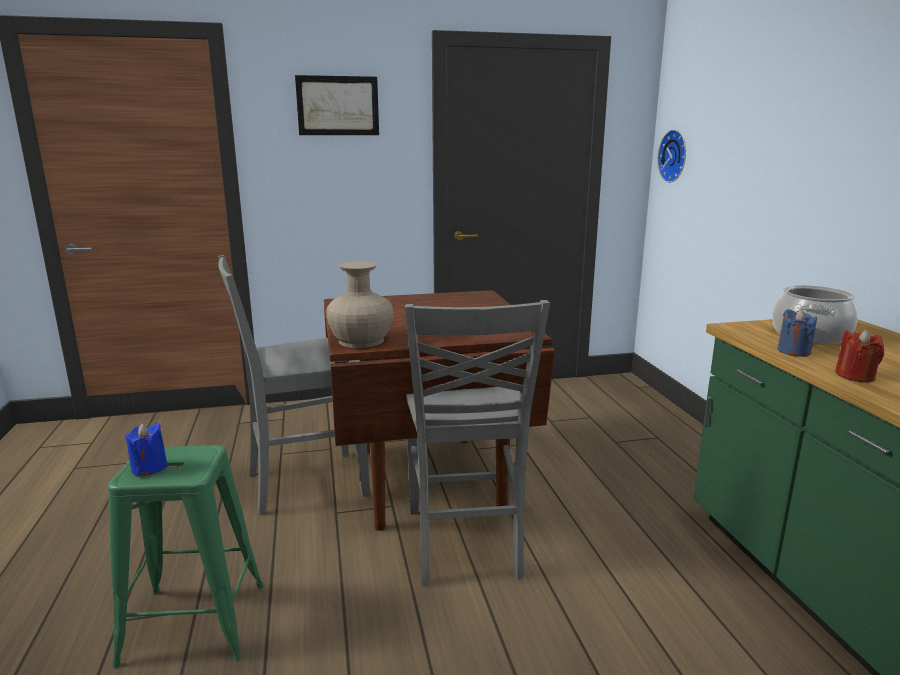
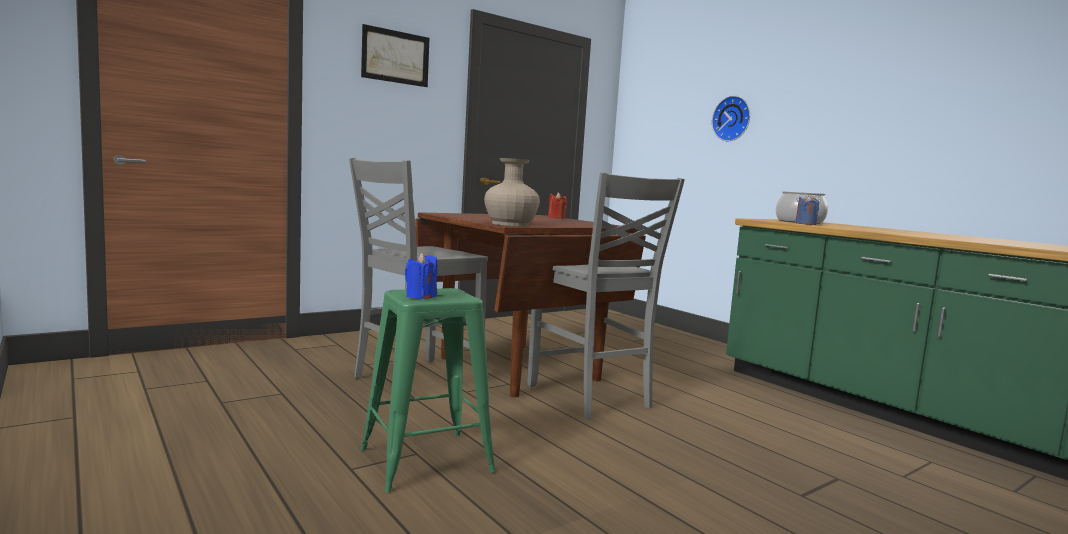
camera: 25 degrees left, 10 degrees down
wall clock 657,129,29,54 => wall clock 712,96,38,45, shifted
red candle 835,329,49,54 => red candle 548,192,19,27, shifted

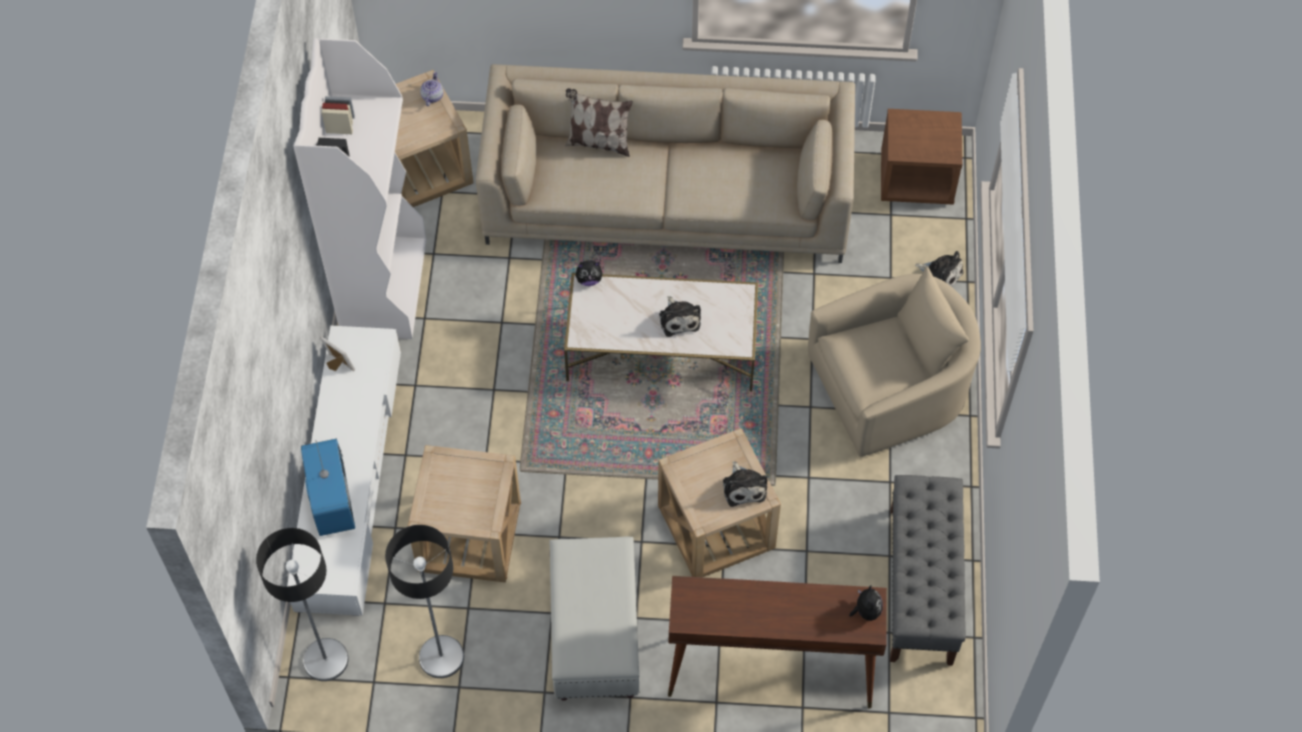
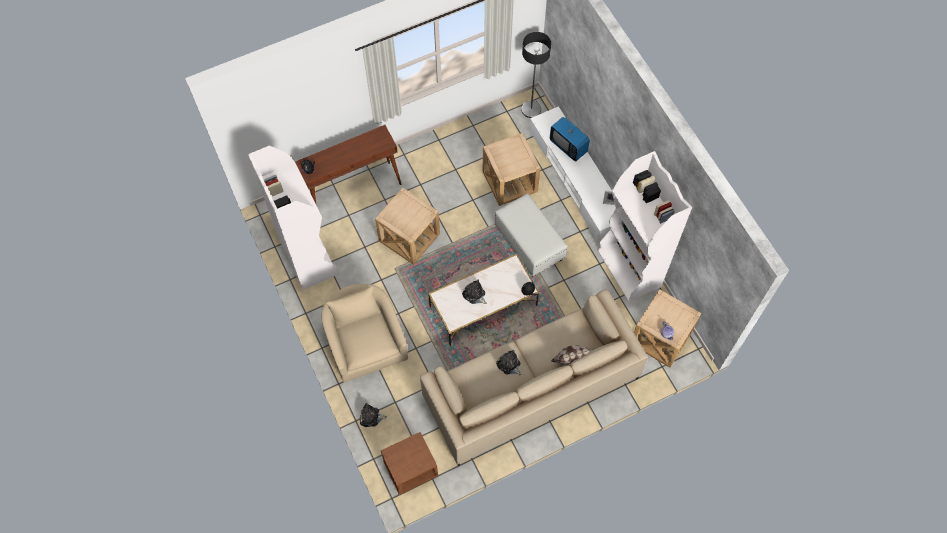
camera: 150 degrees right, 5 degrees up
floor lamp 385,525,79,153 => nothing
white ottoman 550,537,90,164 => white ottoman 495,193,73,84, shifted
plush toy 723,461,45,46 => plush toy 496,350,26,25, shifted
beige armchair 808,267,173,190 => beige armchair 321,284,87,99, 120 degrees clockwise
grey bench 890,475,76,191 => white bookcase 248,146,90,144

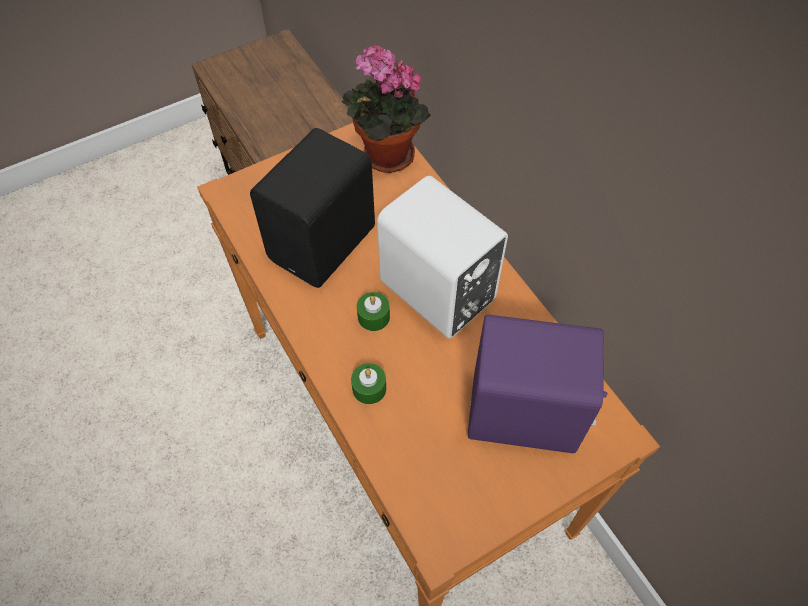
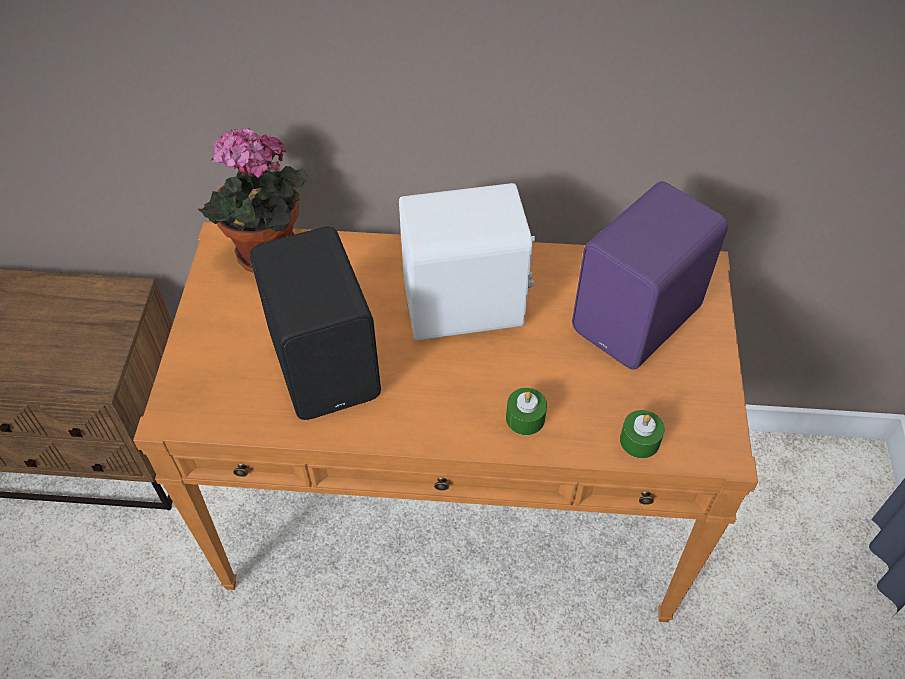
camera: 55 degrees left, 5 degrees down
green candle 357,292,33,39 => green candle 620,410,45,48, shifted

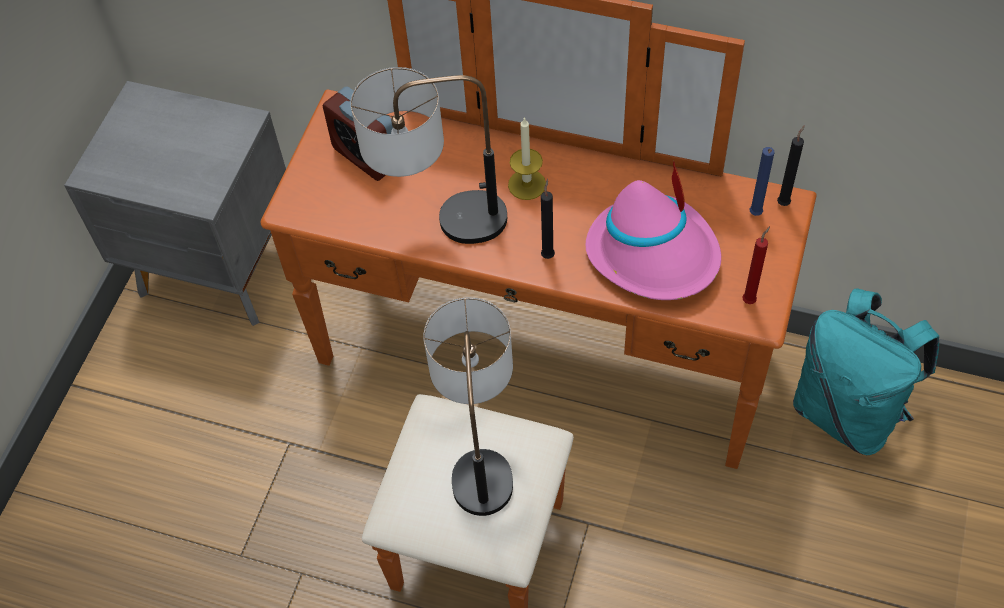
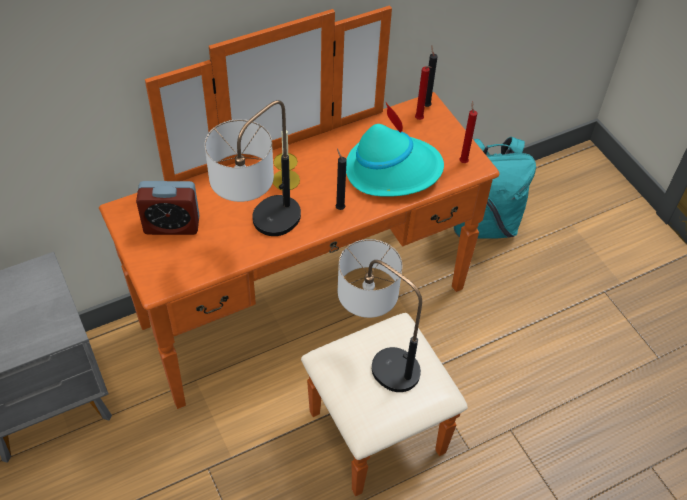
camera: 50 degrees left, 5 degrees down
pink hat 585,160,136,140 => turquoise hat 346,101,98,96
blue candle 749,147,26,69 => red candle 415,66,17,54

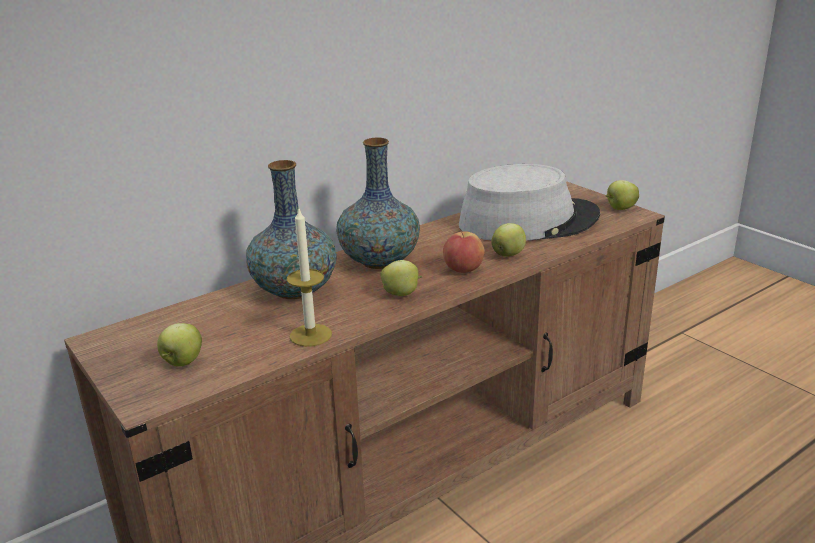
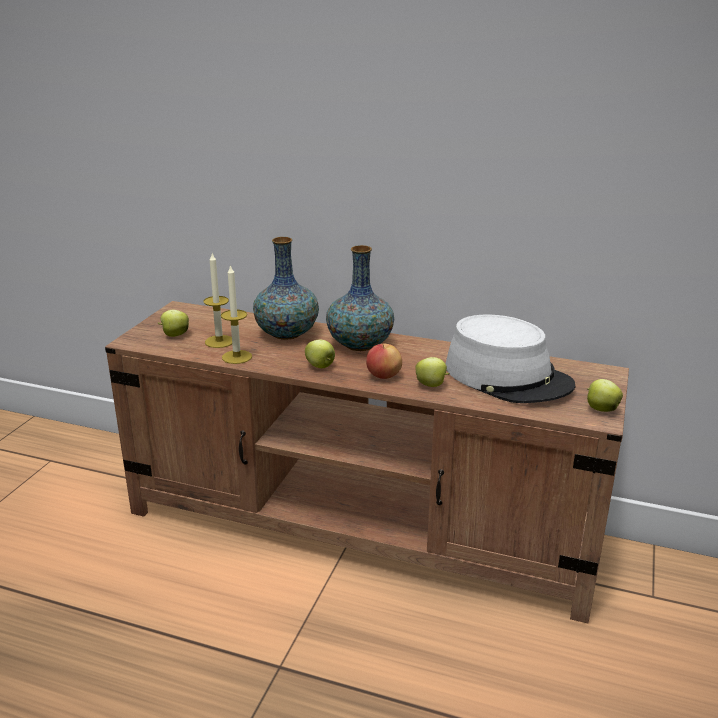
camera: 55 degrees right, 0 degrees up
nothing => candle 204,253,28,95

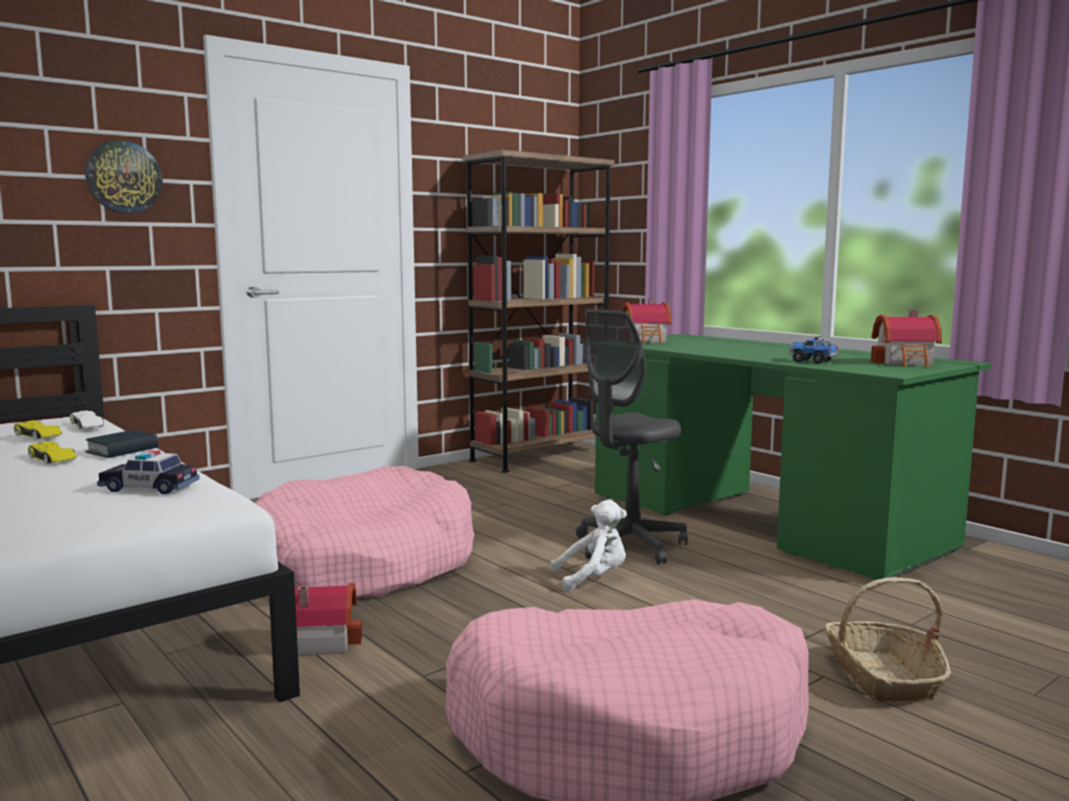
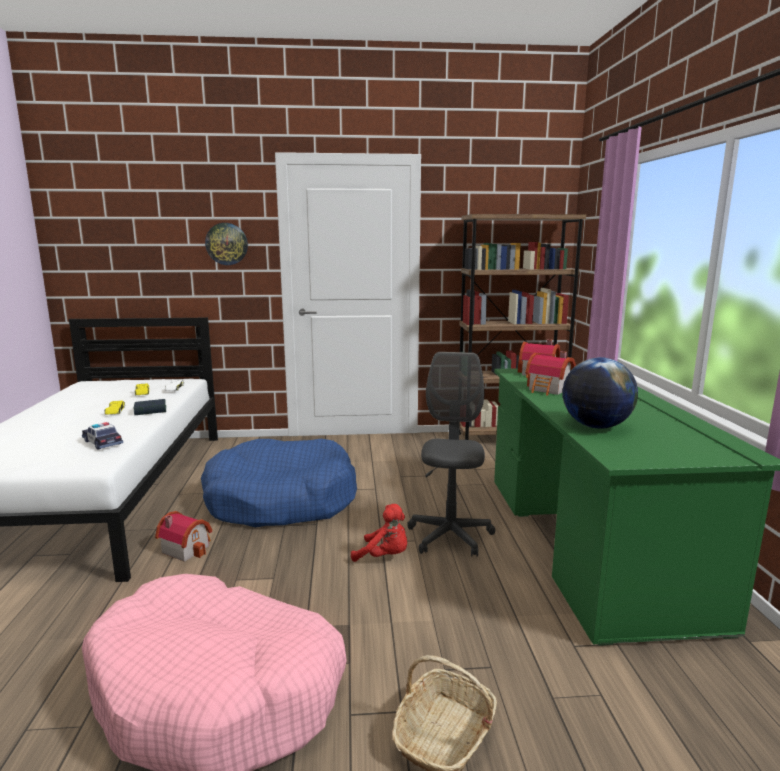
camera: 35 degrees right, 5 degrees up
pink dog bed 255,466,219,132 => blue dog bed 201,439,156,89
white plush toy 550,500,77,92 => red plush toy 351,504,56,58
grey office chair 576,309,112,255 => grey office chair 407,352,88,205, 105 degrees clockwise
toy truck 789,336,49,28 => globe 562,357,76,72
toy house 871,310,71,57 => toy house 525,351,51,45, shifted

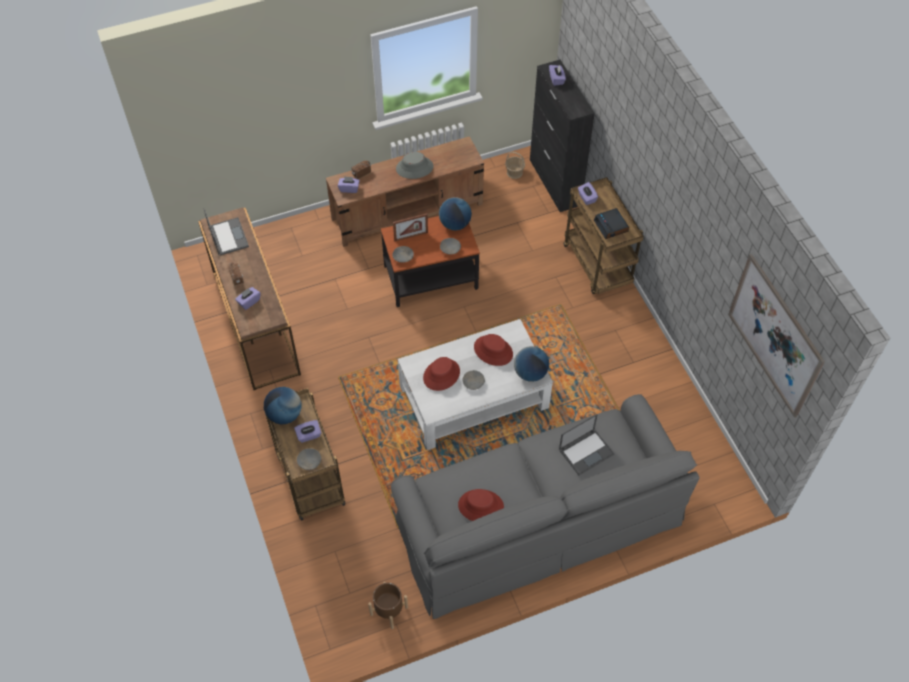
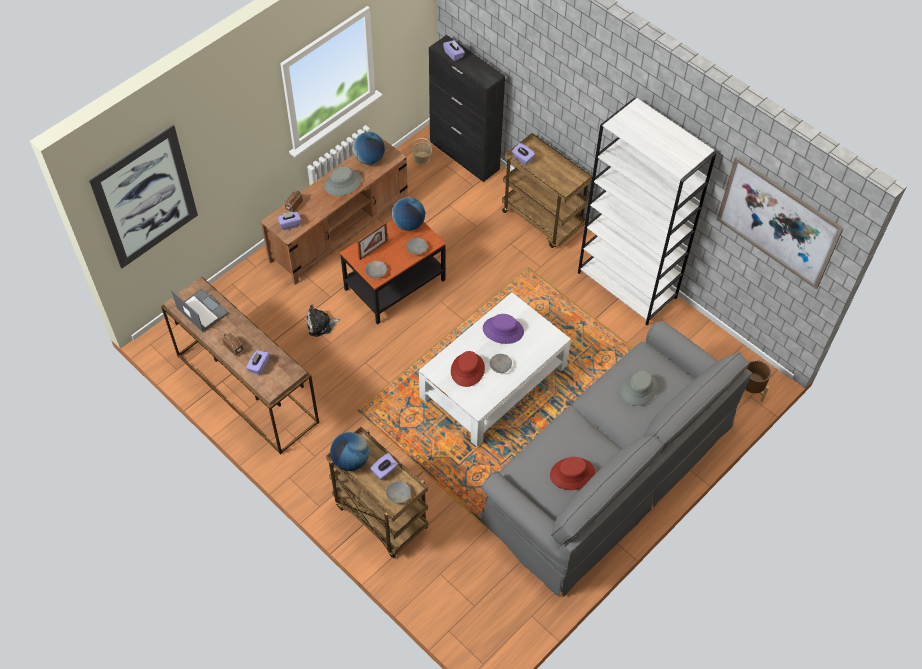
camera: 25 degrees left, 0 degrees up
brown planter 368,582,40,47 => brown planter 744,360,27,42, shifted
red hat 474,334,39,32 => purple hat 483,314,41,30
globe 514,346,35,36 => globe 353,132,32,33, shifted
laptop 559,414,55,61 => grey hat 621,370,36,36
alarm clock 594,208,35,31 => nothing
nothing => picture 89,125,109,144
nothing => plush toy 306,304,34,33
nothing => white bookcase 578,97,139,229

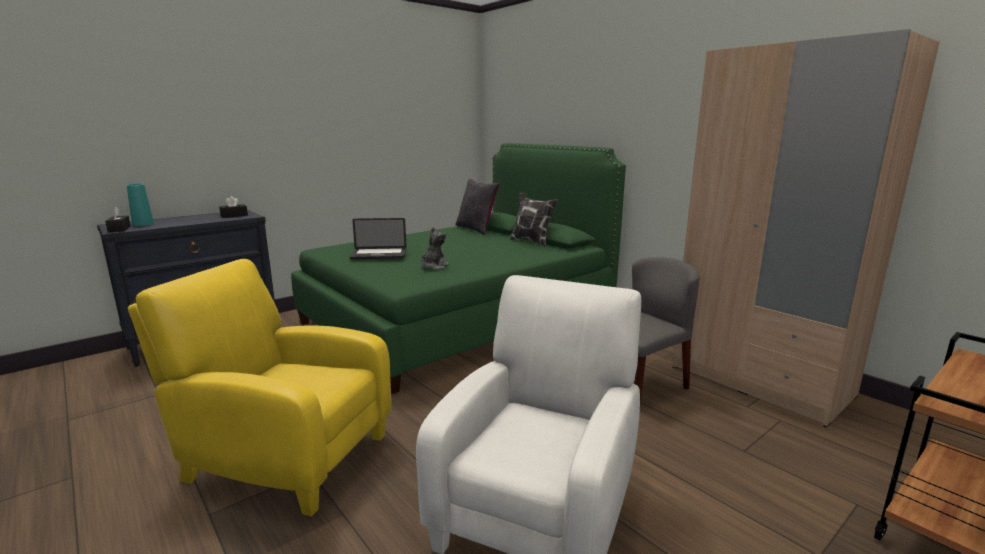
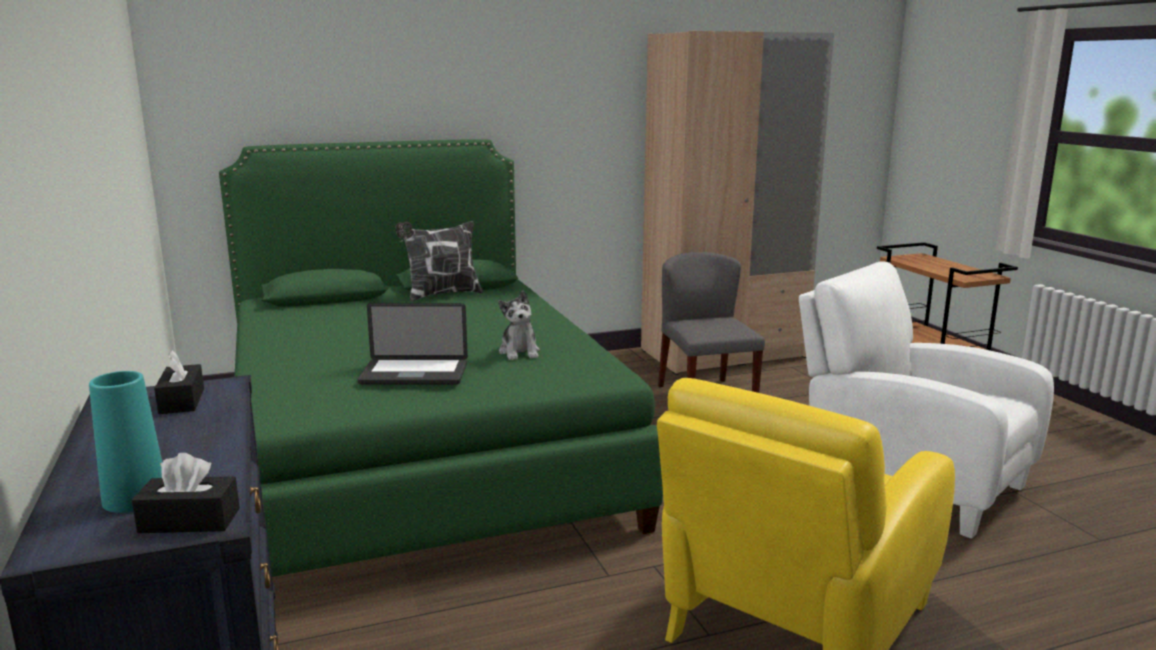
camera: 70 degrees left, 0 degrees up
laptop 350,218,57,42 => laptop 358,303,110,82, 75 degrees clockwise
plush toy 421,227,28,43 => plush toy 498,290,42,70, 150 degrees counterclockwise
black pillow 455,179,44,56 => nothing

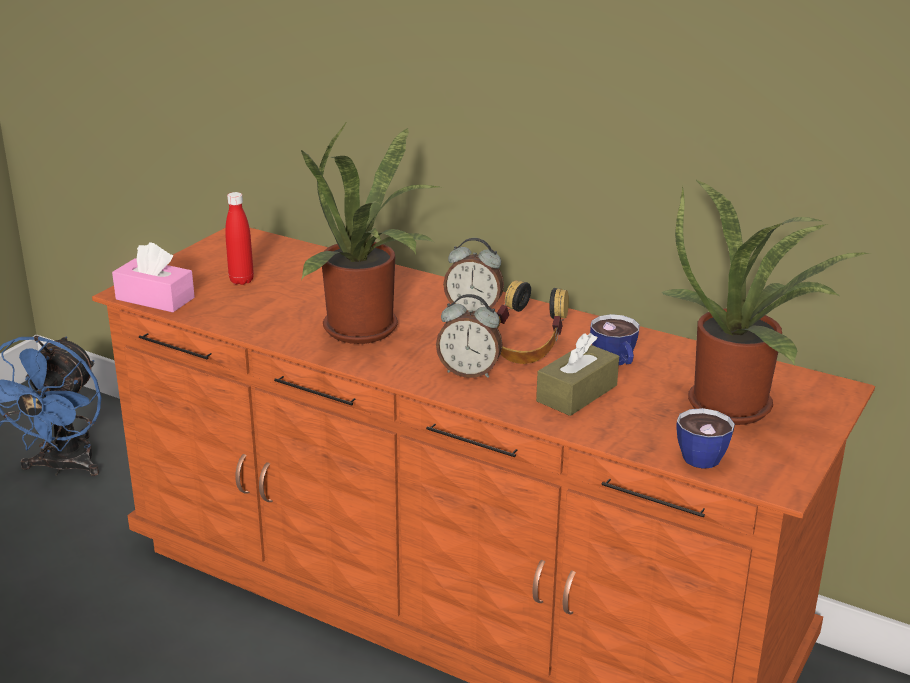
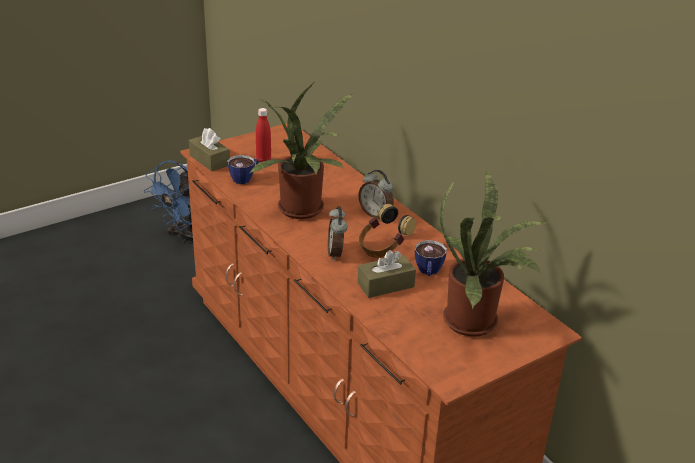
camera: 25 degrees right, 5 degrees up
pink tissue box 112,242,83,70 => brown tissue box 189,128,41,43
alarm clock 436,294,67,84 => alarm clock 328,207,19,54, 45 degrees clockwise
cup 676,408,59,61 => cup 227,155,32,29, shifted

